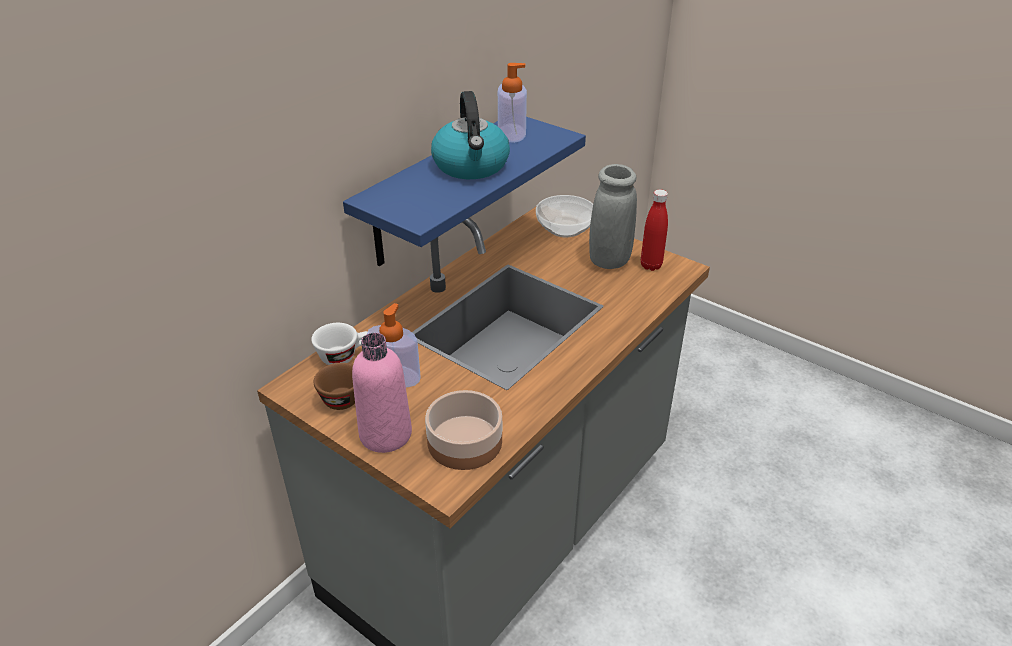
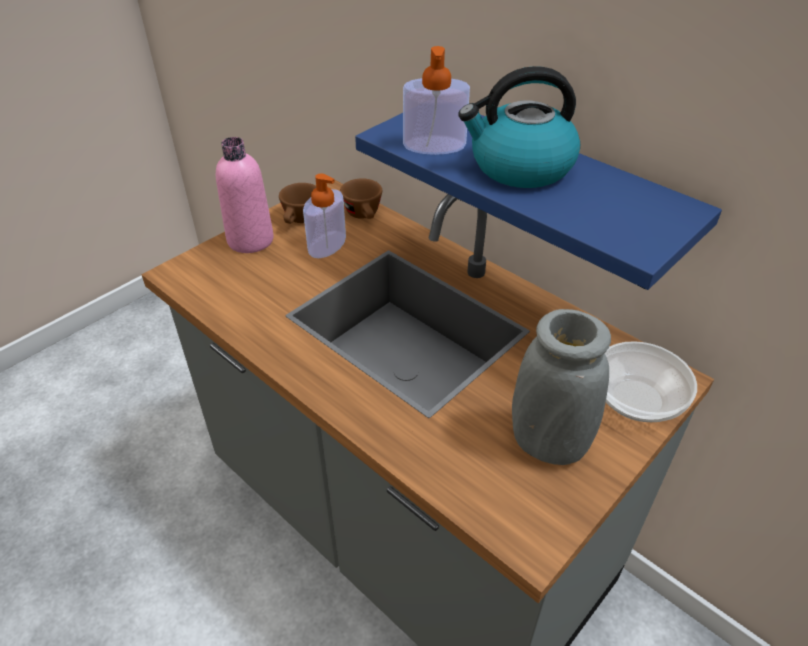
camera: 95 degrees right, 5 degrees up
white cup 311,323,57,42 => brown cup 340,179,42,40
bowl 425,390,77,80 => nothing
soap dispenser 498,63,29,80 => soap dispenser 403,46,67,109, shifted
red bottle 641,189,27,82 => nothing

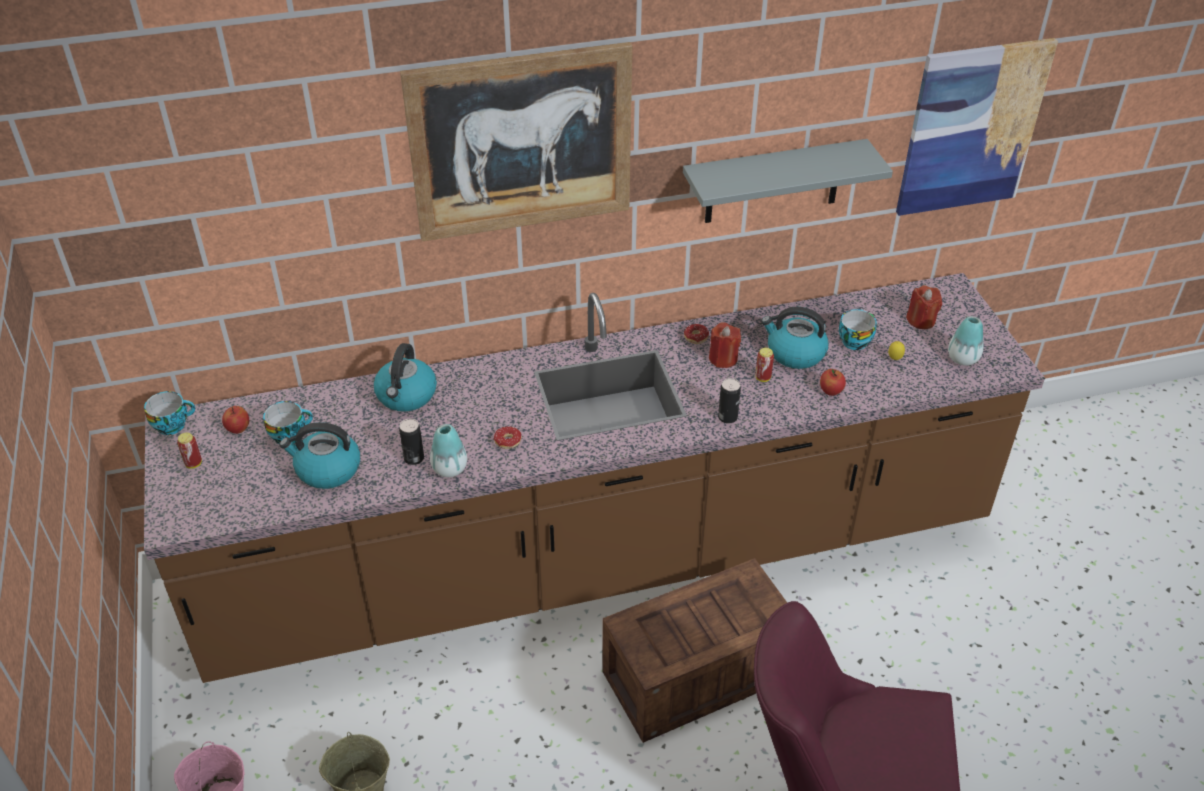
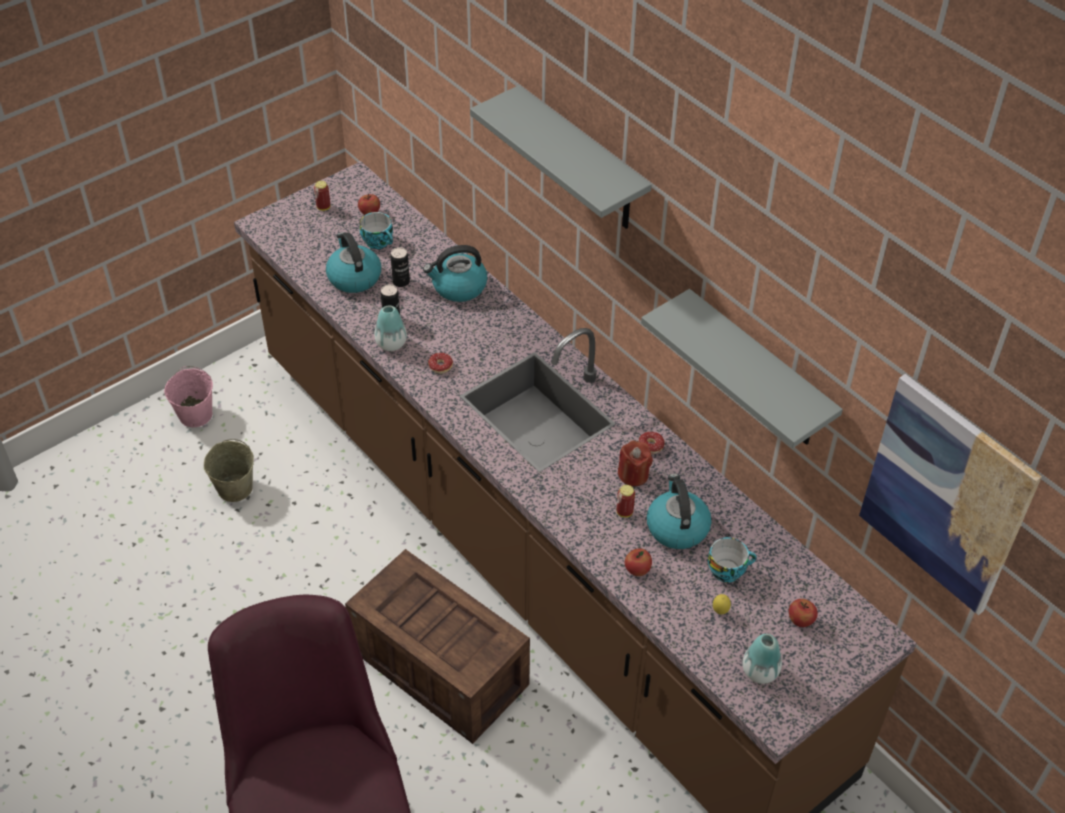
camera: 65 degrees right, 5 degrees up
cup 144,391,51,44 => nothing
picture 400,42,232,199 => grey shelf 470,85,182,144
can 718,378,23,46 => can 390,247,20,40, shifted
red candle 906,285,36,44 => apple 789,599,29,28

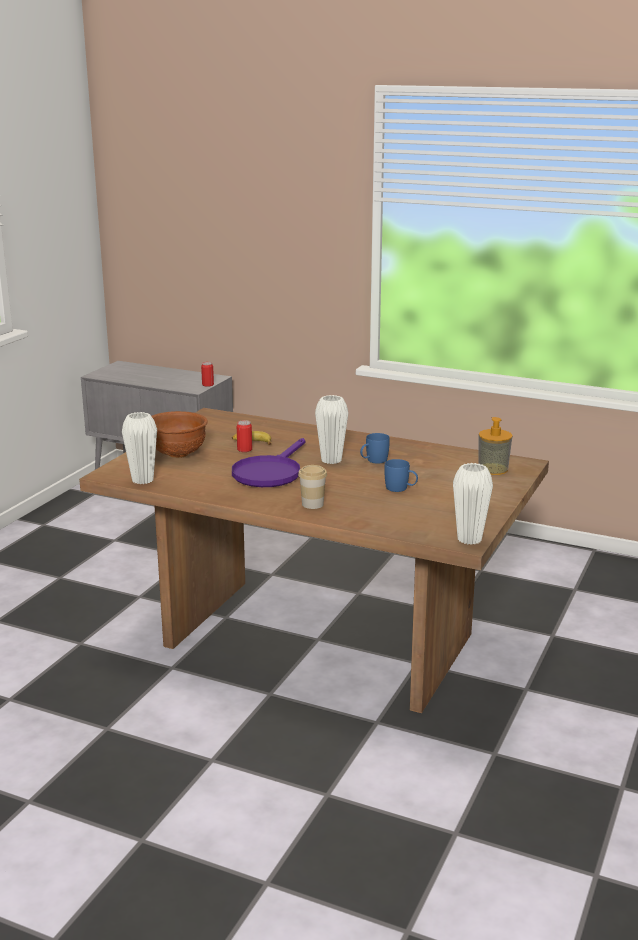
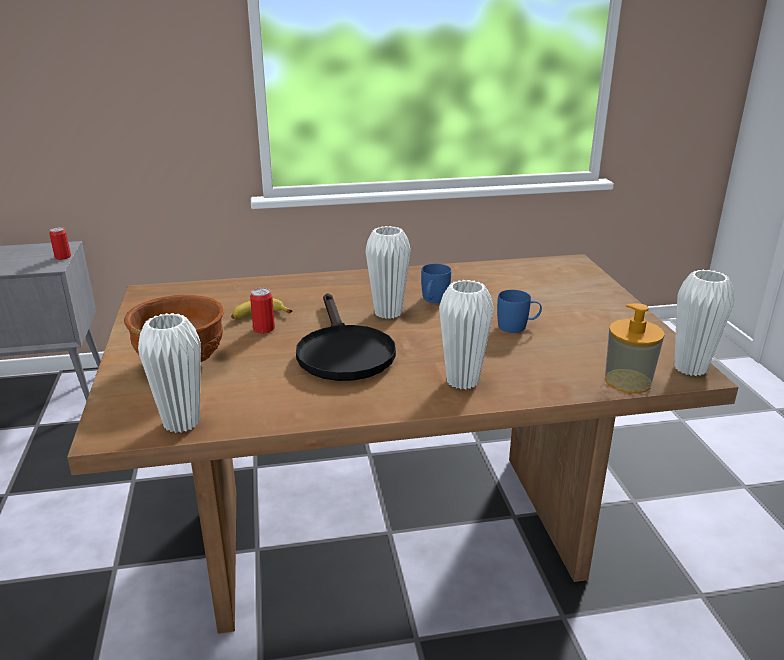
camera: 35 degrees left, 5 degrees up
purple frying pan 232,438,73,49 => black frying pan 296,293,100,88
cup 298,465,29,44 => white vase 439,280,55,109
soap dispenser 479,417,33,58 => soap dispenser 605,304,60,89, shifted

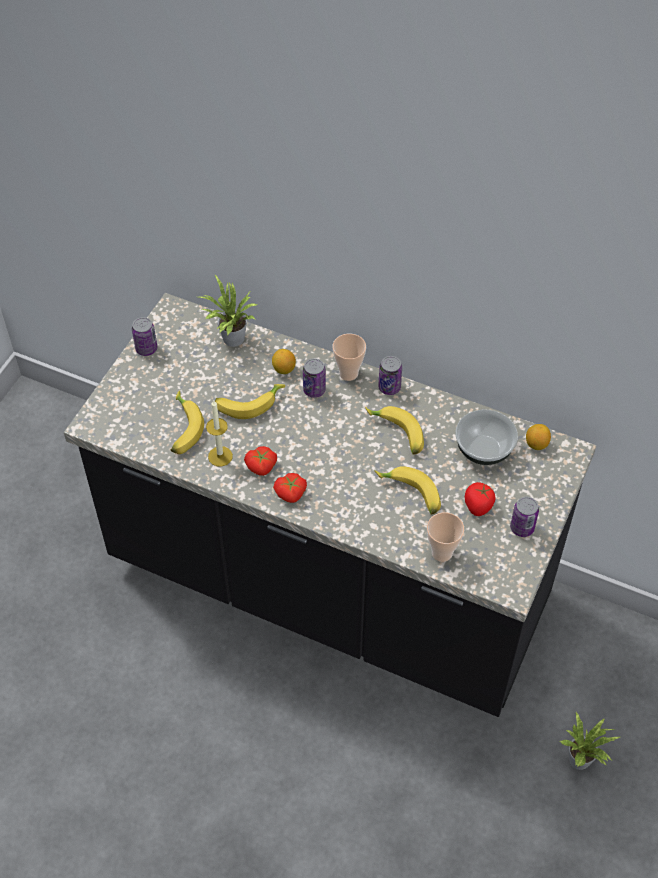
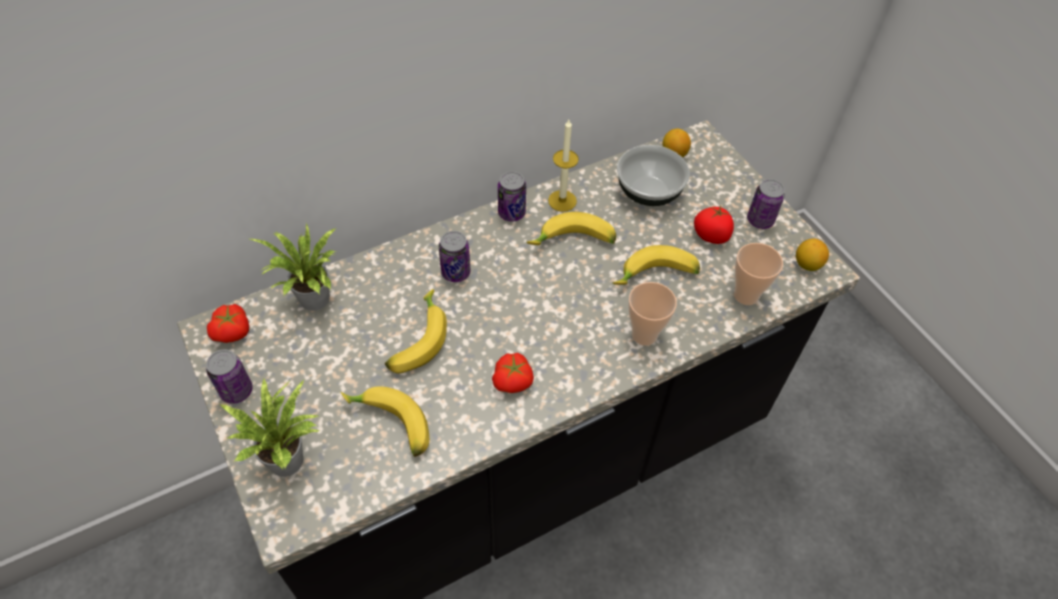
camera: 55 degrees left, 0 degrees up
candle 206,400,27,67 => candle 548,120,31,92, shifted
lemon 272,349,24,25 => lemon 796,238,33,33, shifted
tomato 273,473,34,30 => tomato 207,304,42,39, shifted
cup 333,334,33,47 => cup 628,282,49,64, shifted
potted plant 560,712,60,58 => potted plant 220,377,100,100, shifted

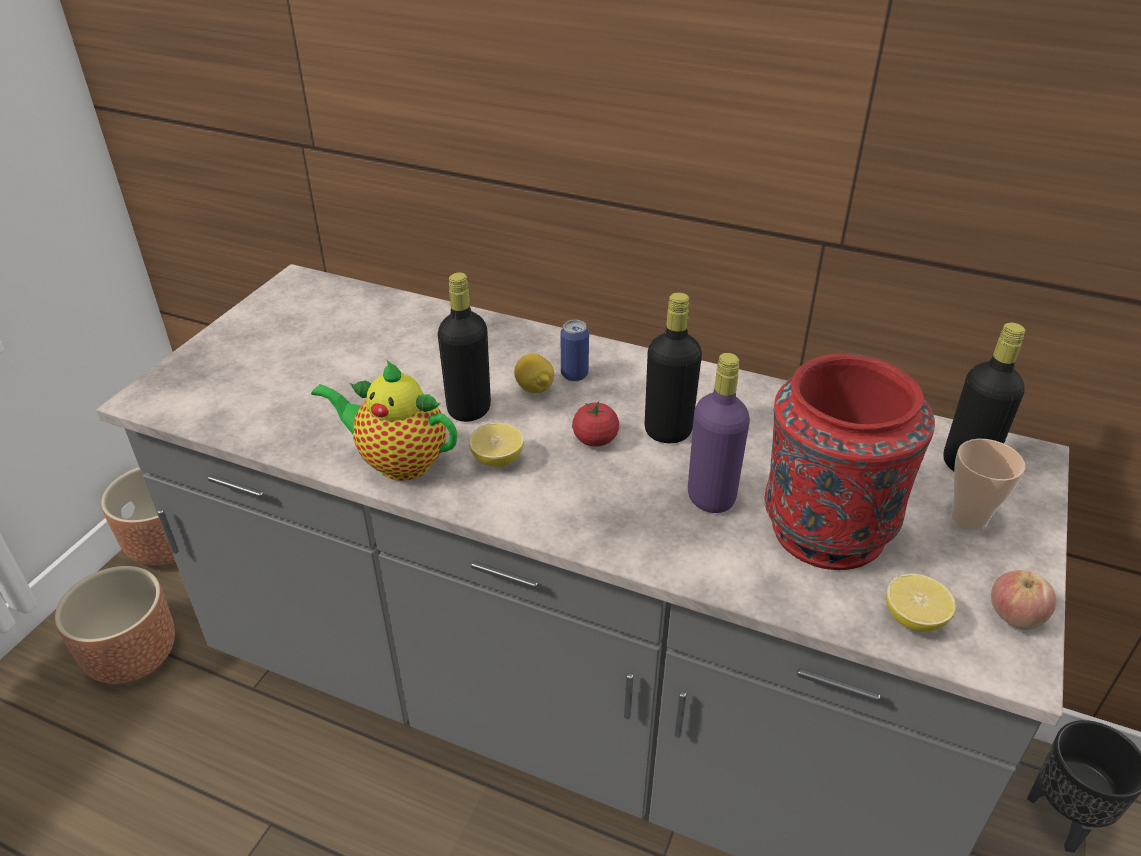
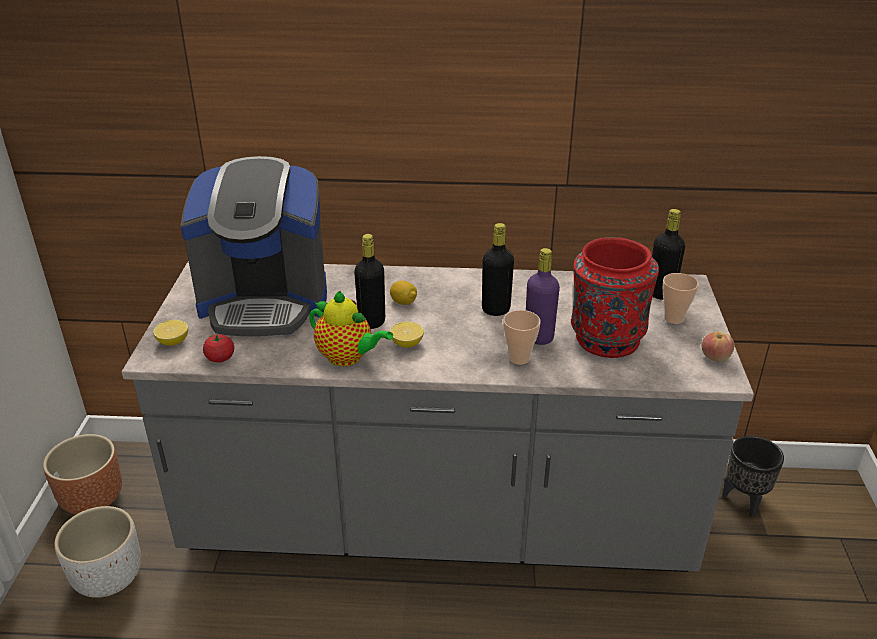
camera: 20 degrees left, 5 degrees down
brown planter 55,566,120,118 => white planter 54,506,87,92
teapot 311,360,146,121 => teapot 309,291,84,75, 150 degrees counterclockwise
can 561,320,28,61 => nothing
tomato 572,401,47,45 => tomato 203,333,31,30, shifted
lemon 886,574,70,58 => lemon 153,320,35,26, shifted
nothing => coffee machine 181,156,146,180
nothing => cup 503,310,38,55

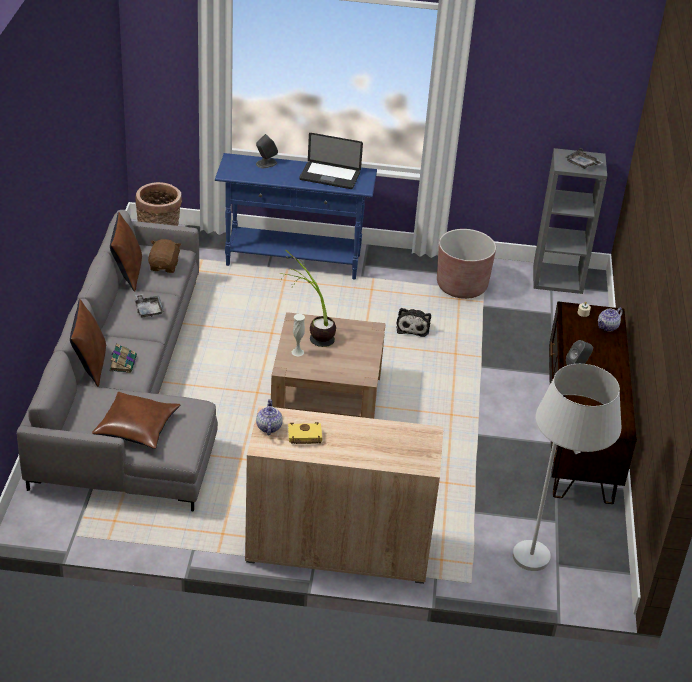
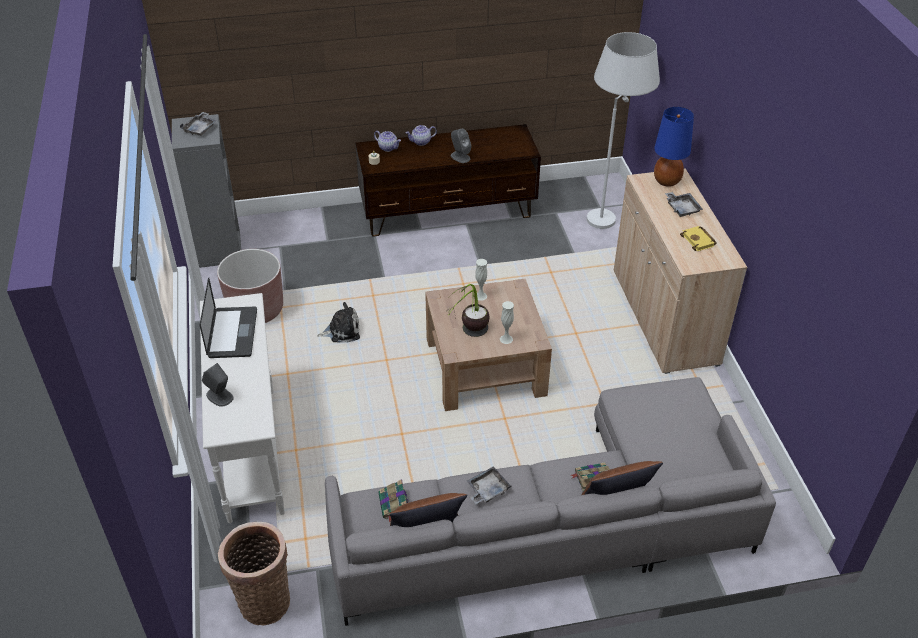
camera: 105 degrees left, 5 degrees up
brown pillow 92,392,88,57 => nothing
brown plush toy 148,239,33,34 => book 378,479,30,44
blue console table 215,153,162,127 => white console table 200,293,85,230
teapot 256,399,27,36 => teapot 405,125,32,21, shifted
nothing => white vase 476,259,11,42
nothing => blue table lamp 654,107,40,80
nothing => grey tray 665,192,38,25

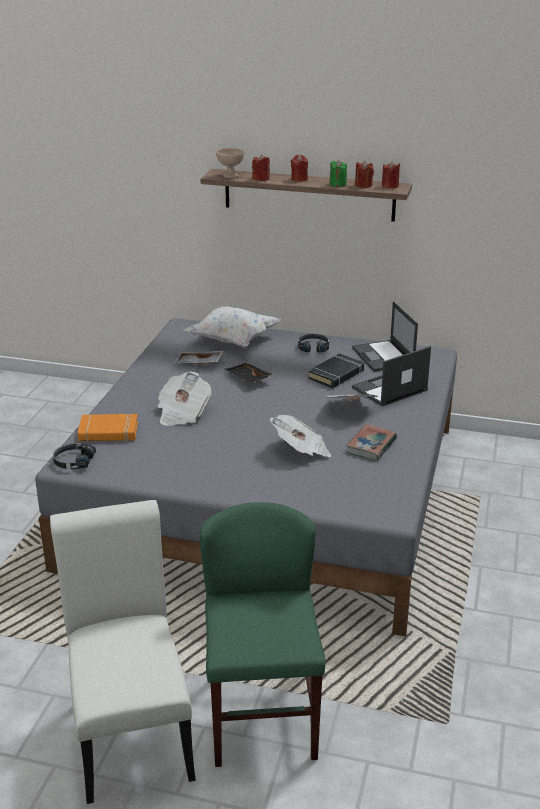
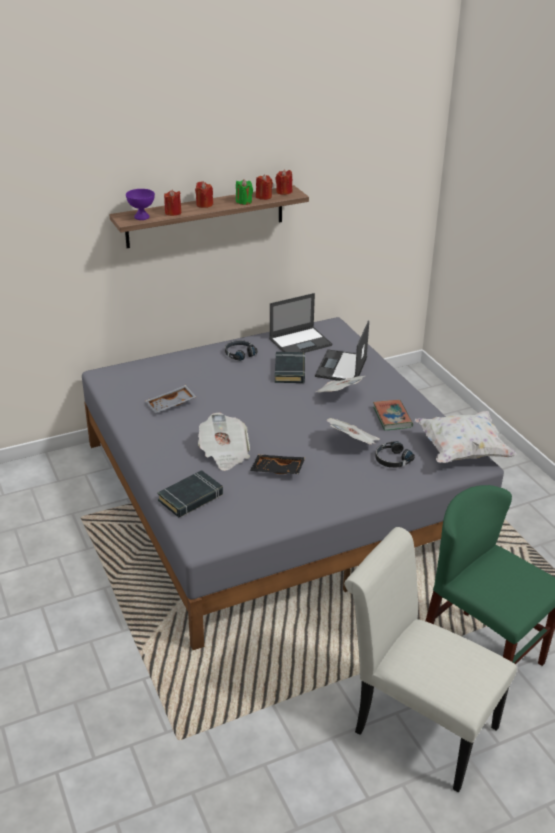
camera: 40 degrees left, 5 degrees up
black headphones 53,443,43,26 => black headphones 375,441,40,27, shifted
orange book 78,414,60,28 => black book 158,470,65,48
white pillow 185,306,96,42 => white pillow 415,411,102,52, shifted
beige bowl 216,148,28,30 => purple bowl 126,189,29,31
black tray 225,363,48,19 => black tray 250,455,56,19, shifted
laptop 352,302,66,70 => laptop 269,293,63,60, 60 degrees counterclockwise

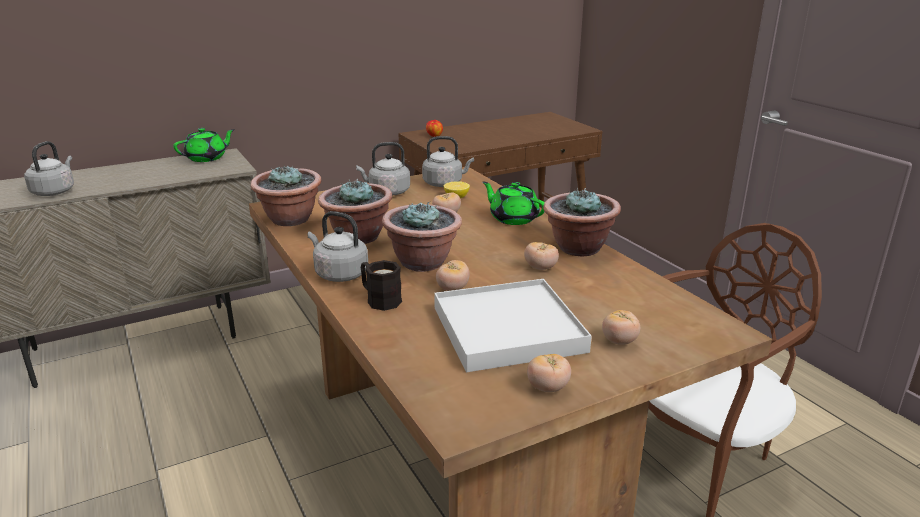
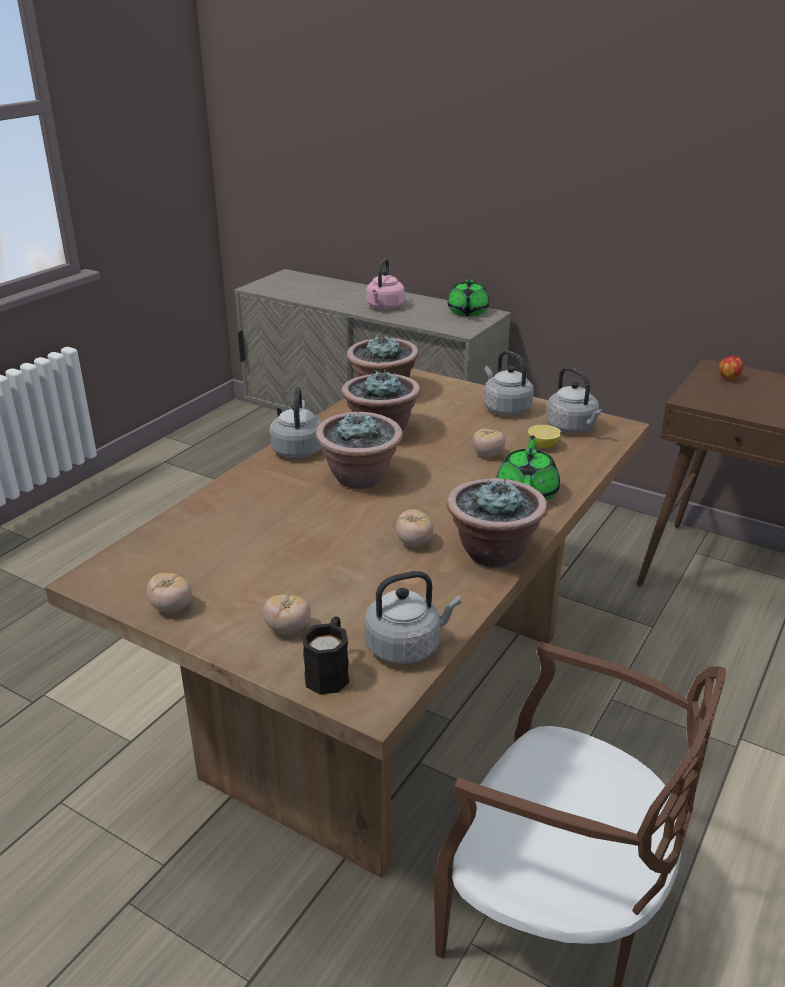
camera: 60 degrees right, 5 degrees up
grey kettle 24,141,50,55 => grey kettle 364,571,97,93, shifted
green teapot 173,128,62,34 => green teapot 448,279,41,37, 75 degrees clockwise
black mug 361,260,41,51 => black mug 302,617,47,78, shifted
white tray 434,279,158,93 => nothing
tomato 436,260,34,31 => nothing
nothing => pink kettle 366,259,38,50

